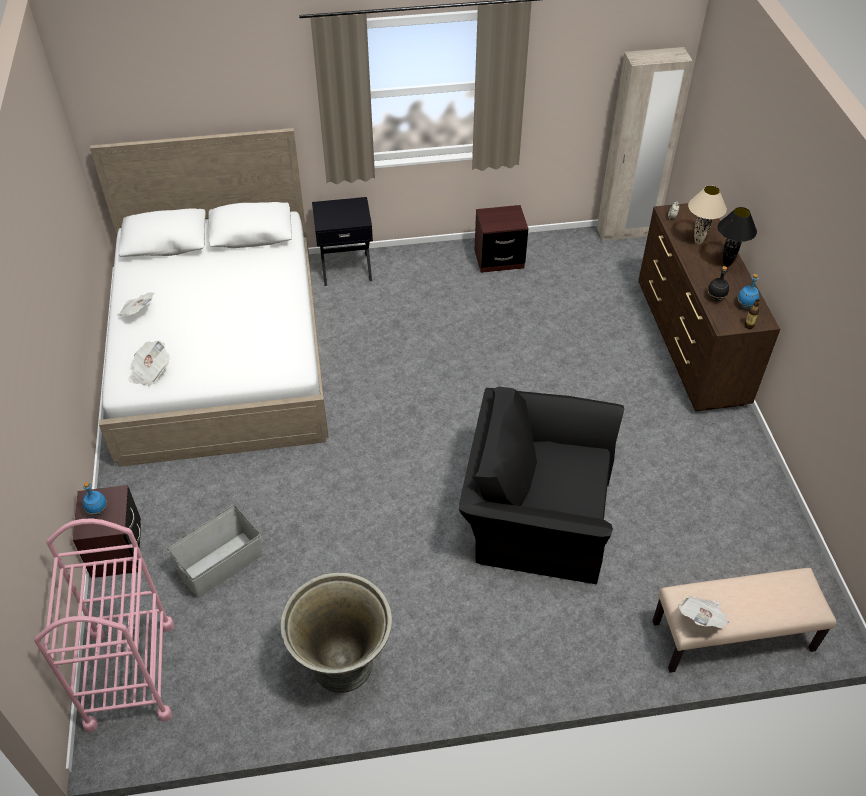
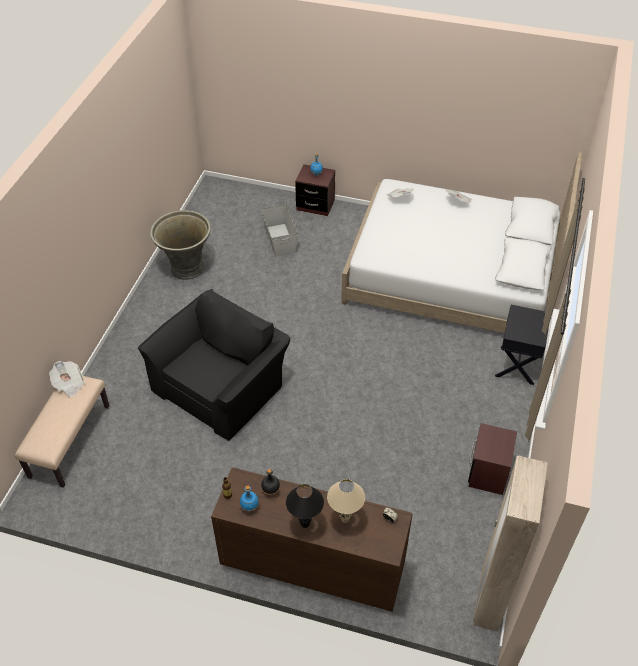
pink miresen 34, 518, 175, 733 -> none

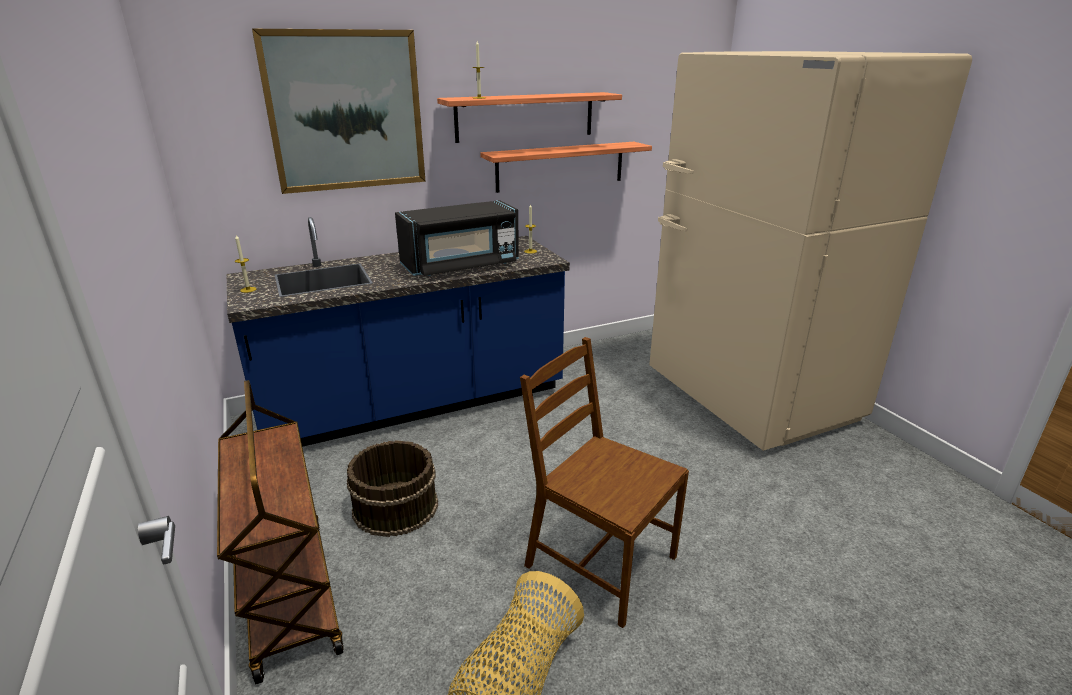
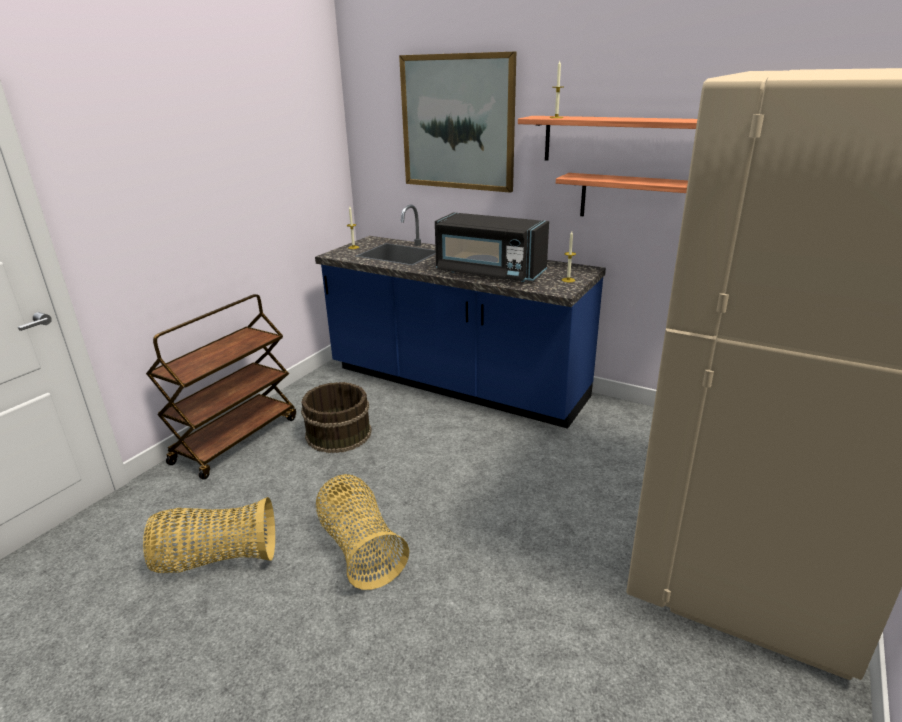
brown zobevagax 520, 337, 689, 628 -> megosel 316, 474, 409, 590

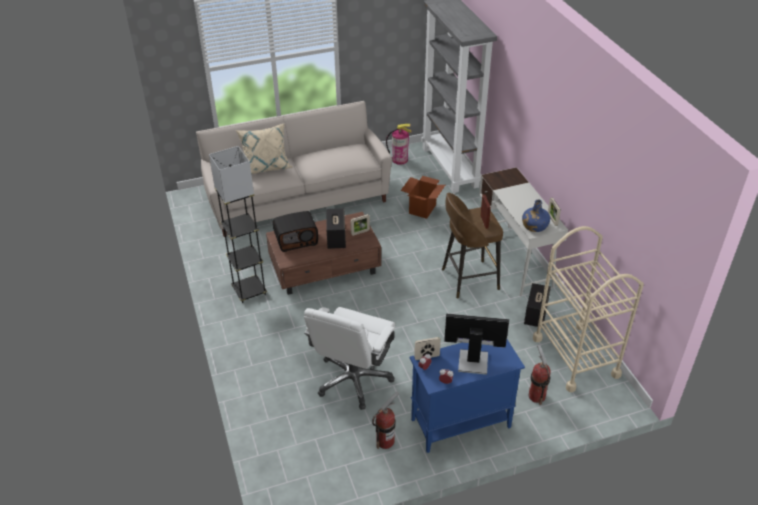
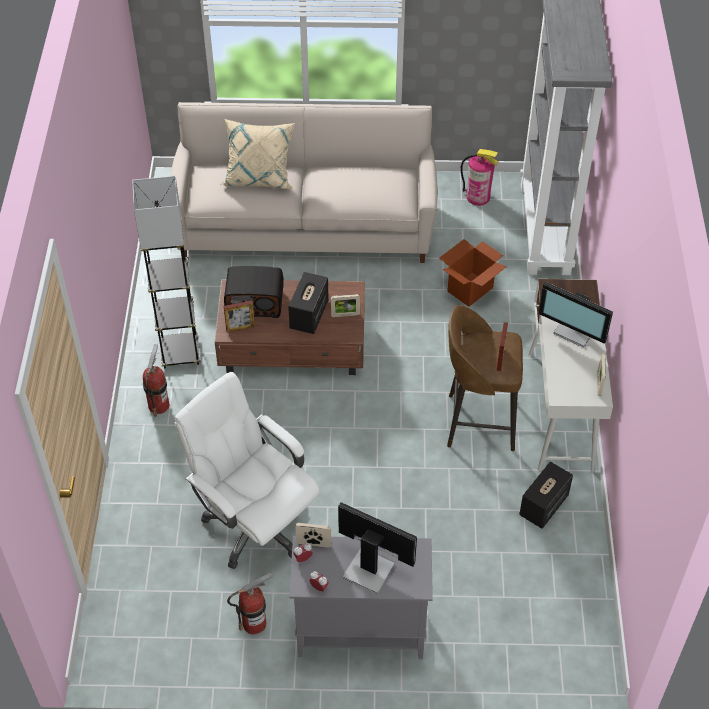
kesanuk 529, 345, 551, 405 -> kesanuk 143, 344, 169, 417, relocated
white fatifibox 304, 307, 395, 410 -> white fatifibox 174, 372, 320, 569, 90 degrees clockwise
none -> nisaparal 224, 301, 255, 333
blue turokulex 410, 339, 525, 453 -> grey turokulex 289, 536, 433, 659
none -> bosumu 538, 282, 613, 348
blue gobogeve 522, 199, 550, 232 -> none
beige miresen 533, 226, 644, 392 -> none

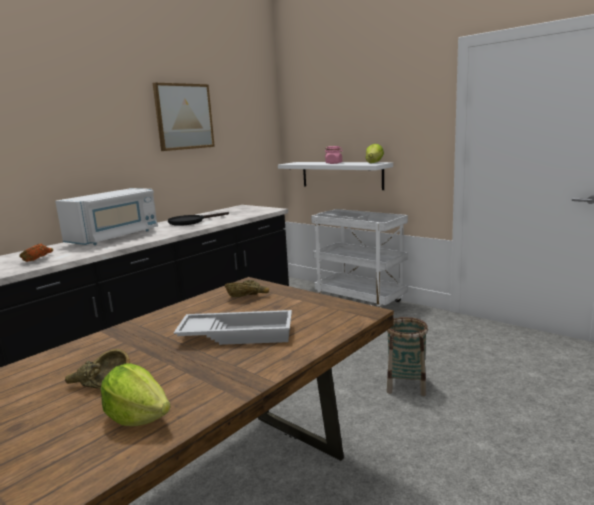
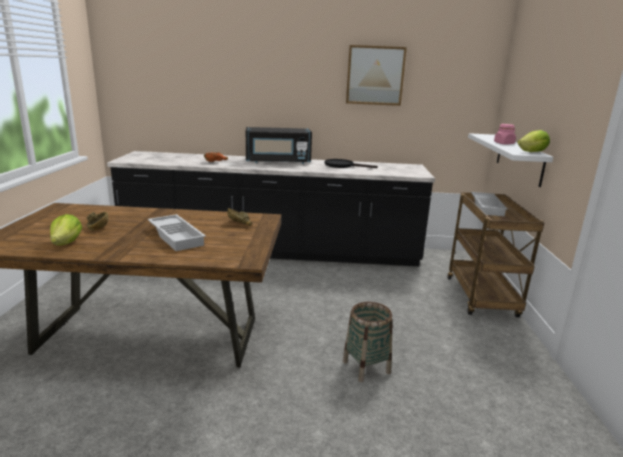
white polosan 55, 188, 158, 245 -> black polosan 246, 127, 312, 164
white miresen 311, 209, 408, 307 -> brown miresen 447, 192, 544, 317

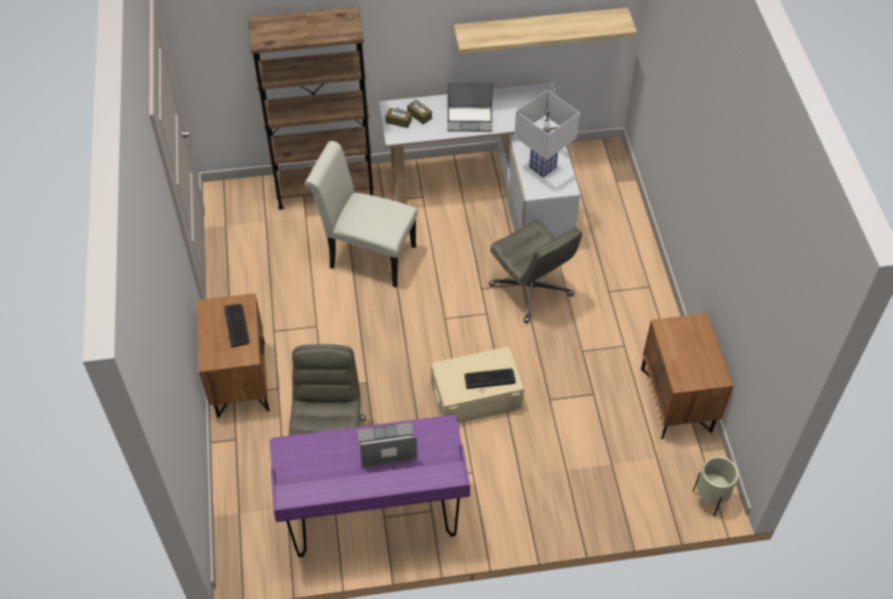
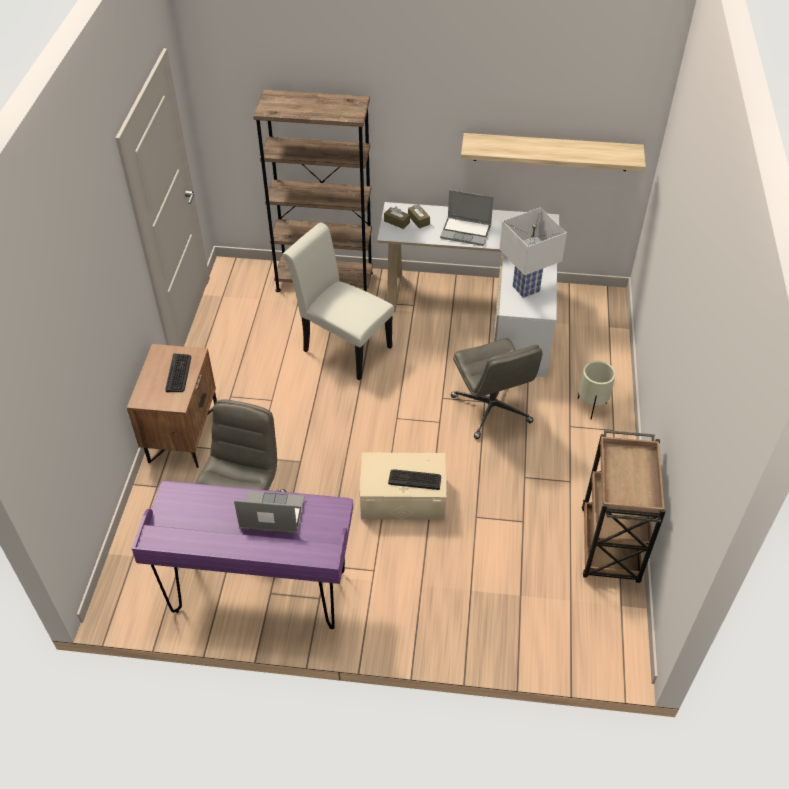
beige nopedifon 693, 456, 739, 516 -> beige nopedifon 578, 361, 616, 420, relocated
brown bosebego 641, 313, 733, 439 -> brown miresen 582, 430, 666, 583

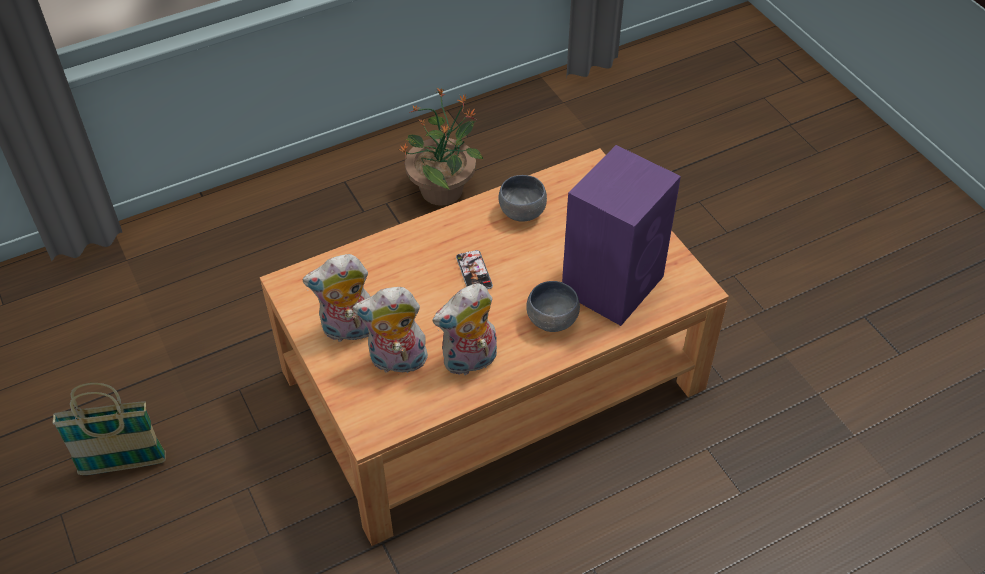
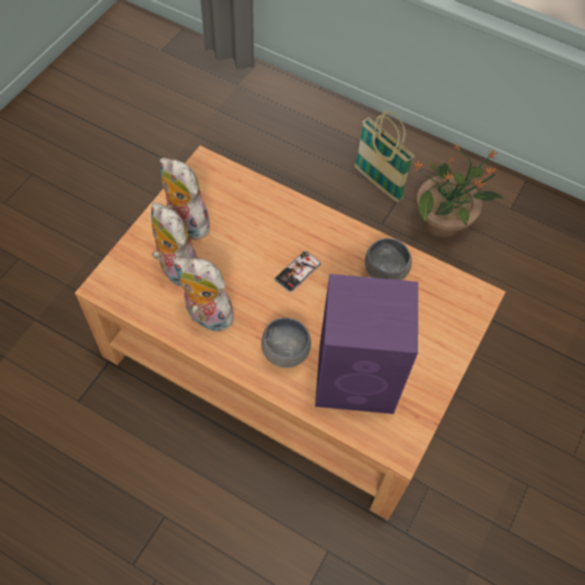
megosel 53, 383, 166, 475 -> megosel 355, 111, 414, 202, relocated

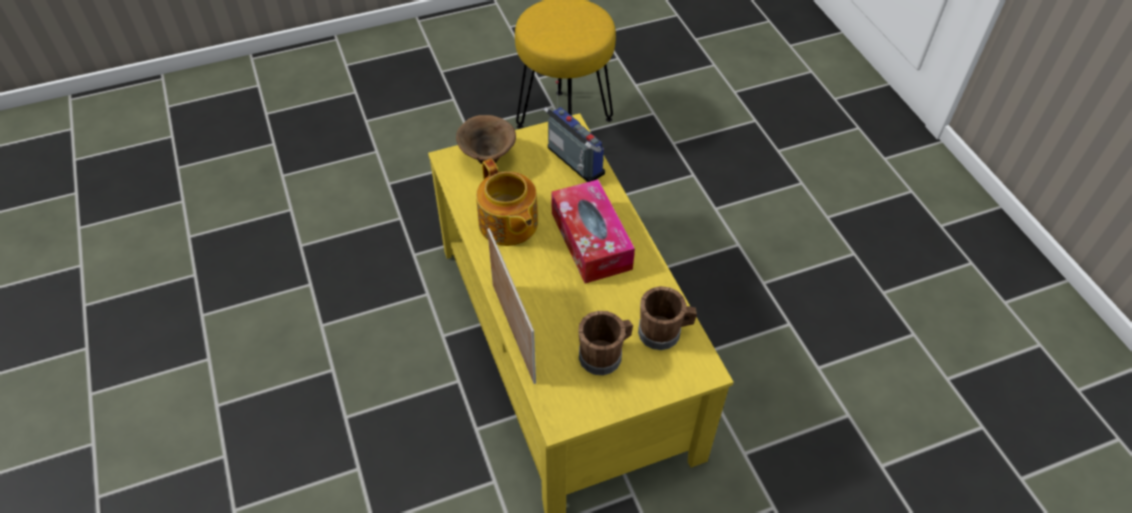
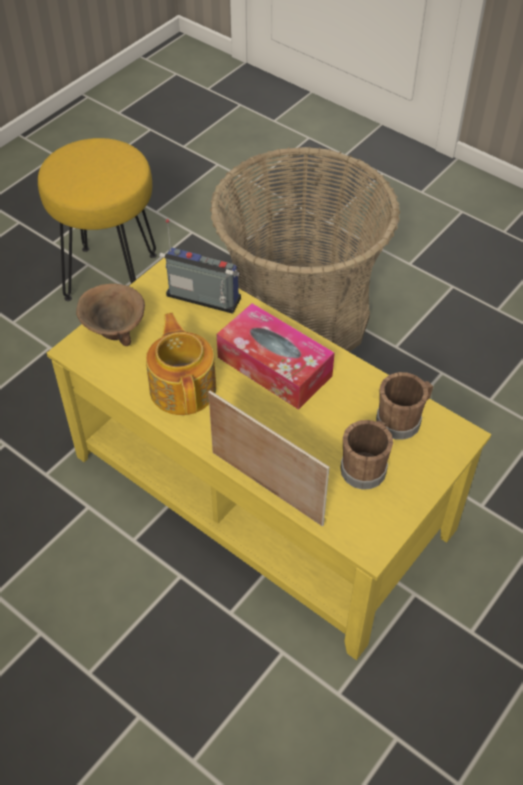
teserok 476, 159, 538, 246 -> teserok 146, 313, 216, 415, 135 degrees counterclockwise
none -> megosel 210, 147, 400, 352

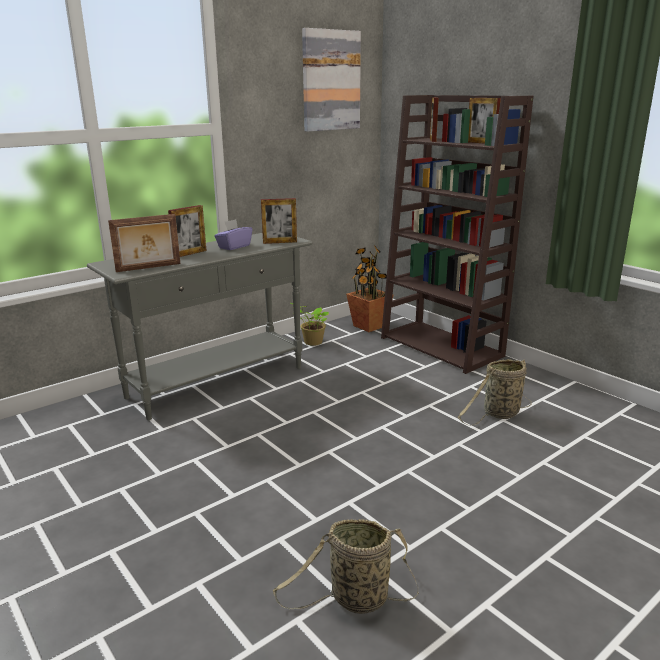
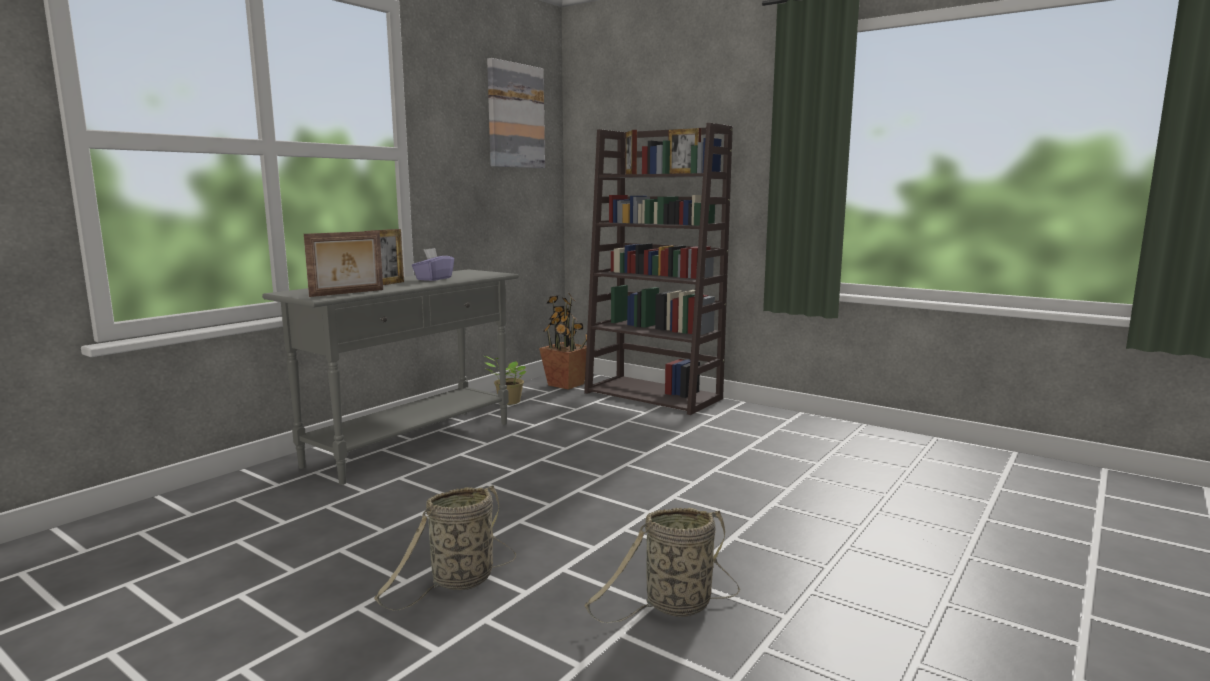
megosel 458, 359, 532, 425 -> megosel 374, 485, 517, 611, relocated
nisaparal 261, 198, 297, 244 -> none

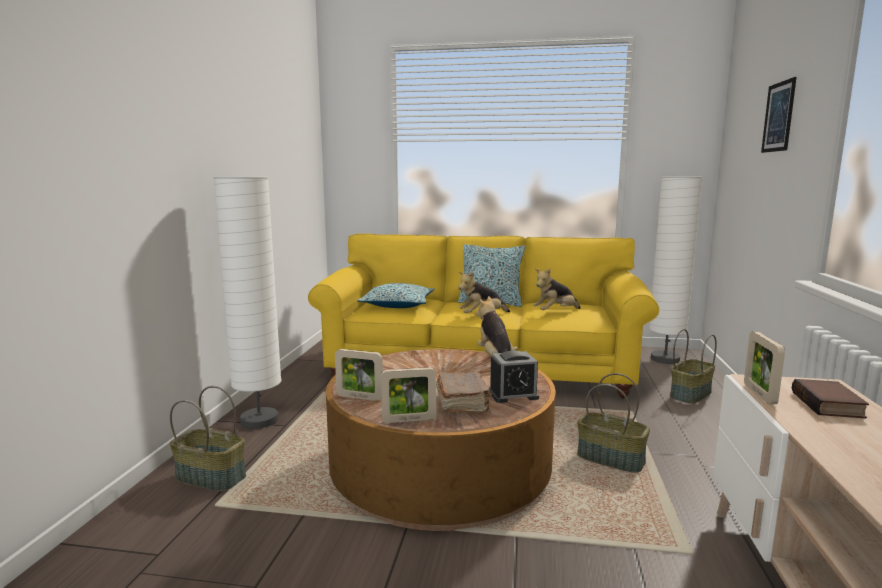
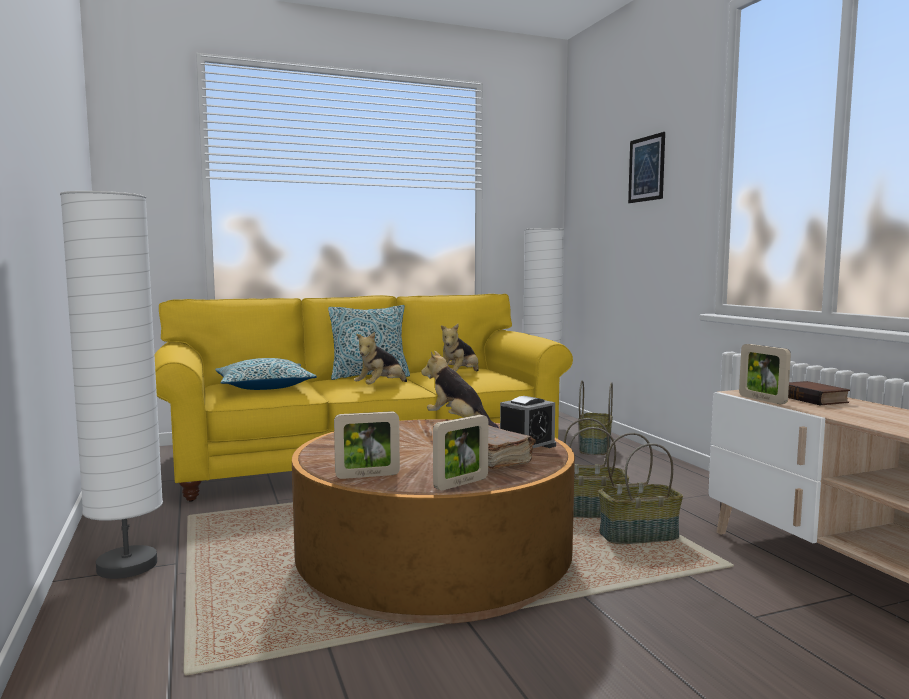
megosel 170, 386, 246, 492 -> megosel 599, 433, 683, 544, relocated

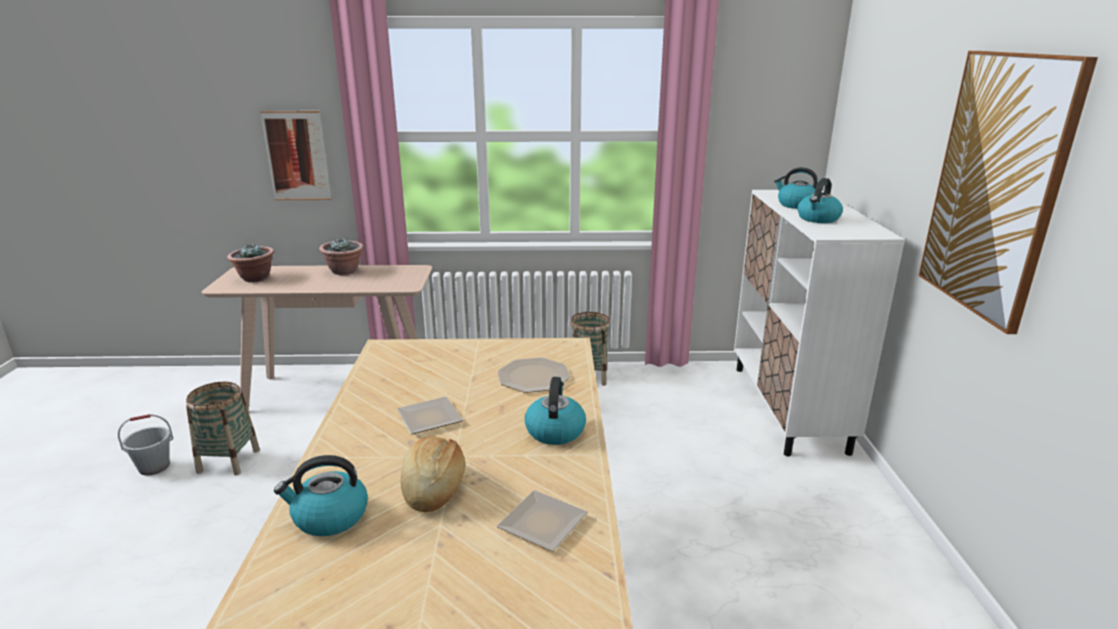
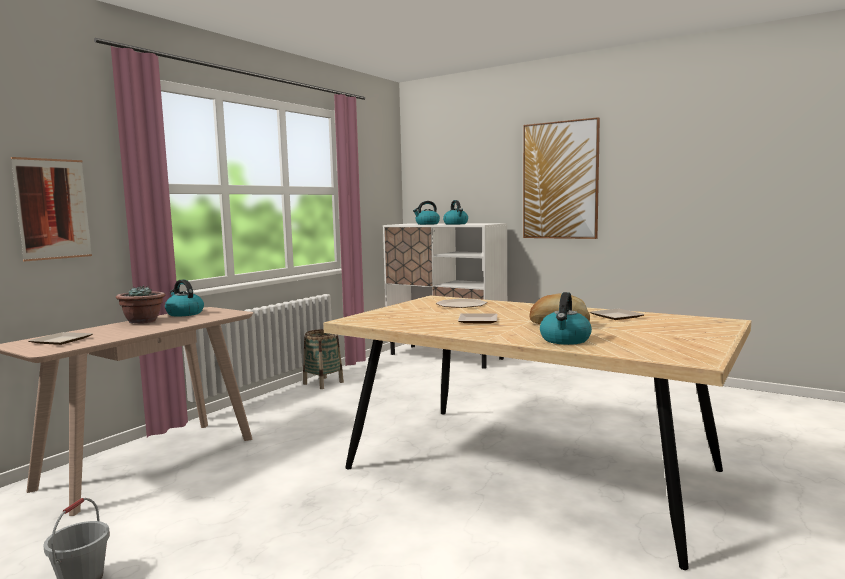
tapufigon 227, 243, 274, 282 -> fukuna 29, 332, 93, 345
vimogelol 525, 377, 586, 445 -> vimogelol 165, 279, 204, 317, relocated
megosel 186, 382, 260, 475 -> none

